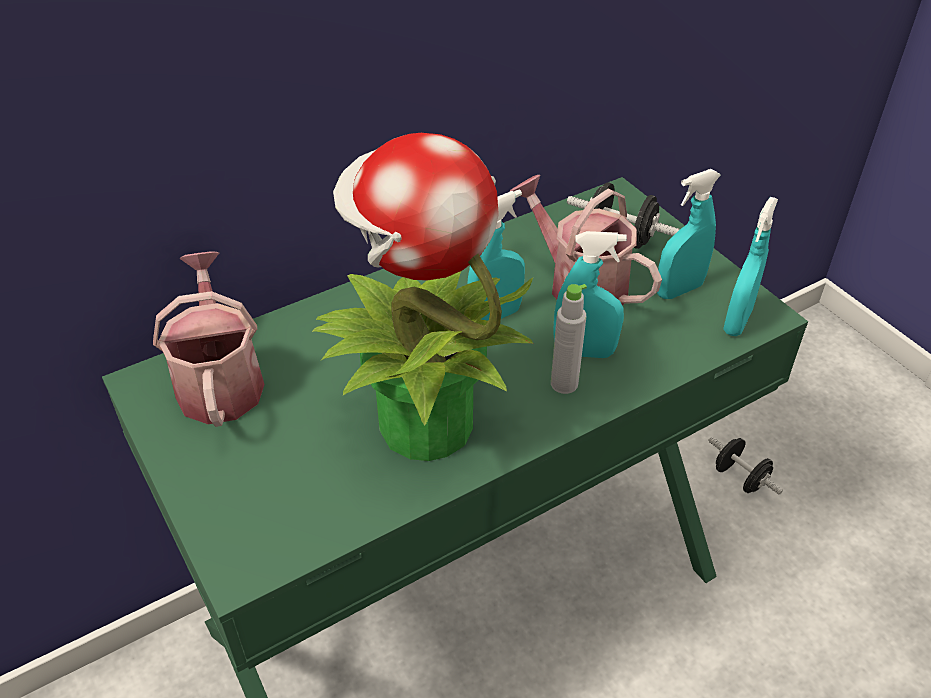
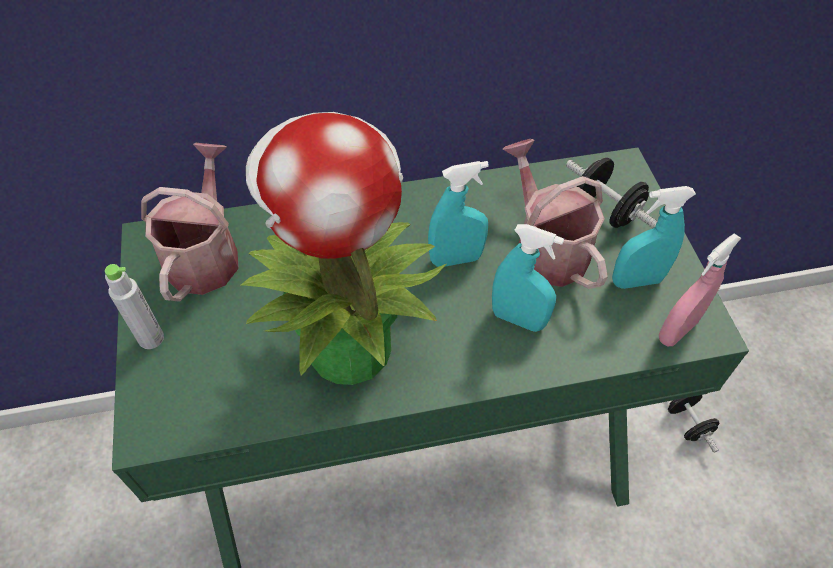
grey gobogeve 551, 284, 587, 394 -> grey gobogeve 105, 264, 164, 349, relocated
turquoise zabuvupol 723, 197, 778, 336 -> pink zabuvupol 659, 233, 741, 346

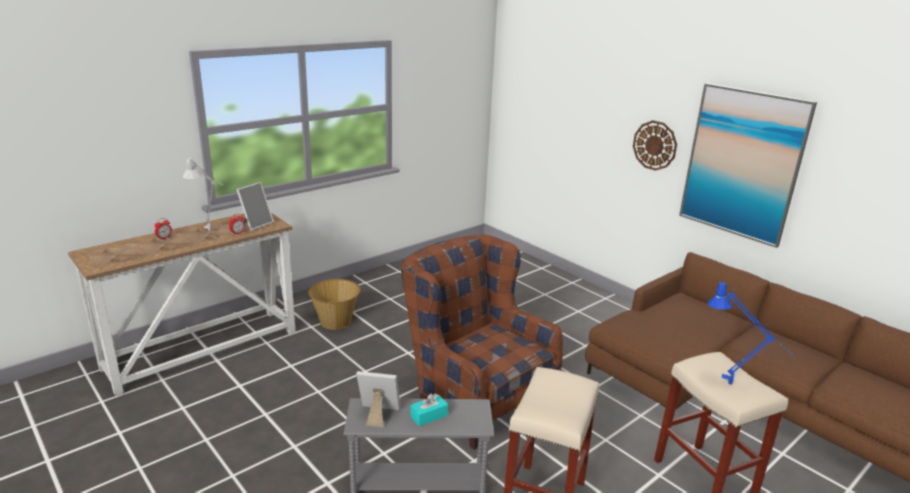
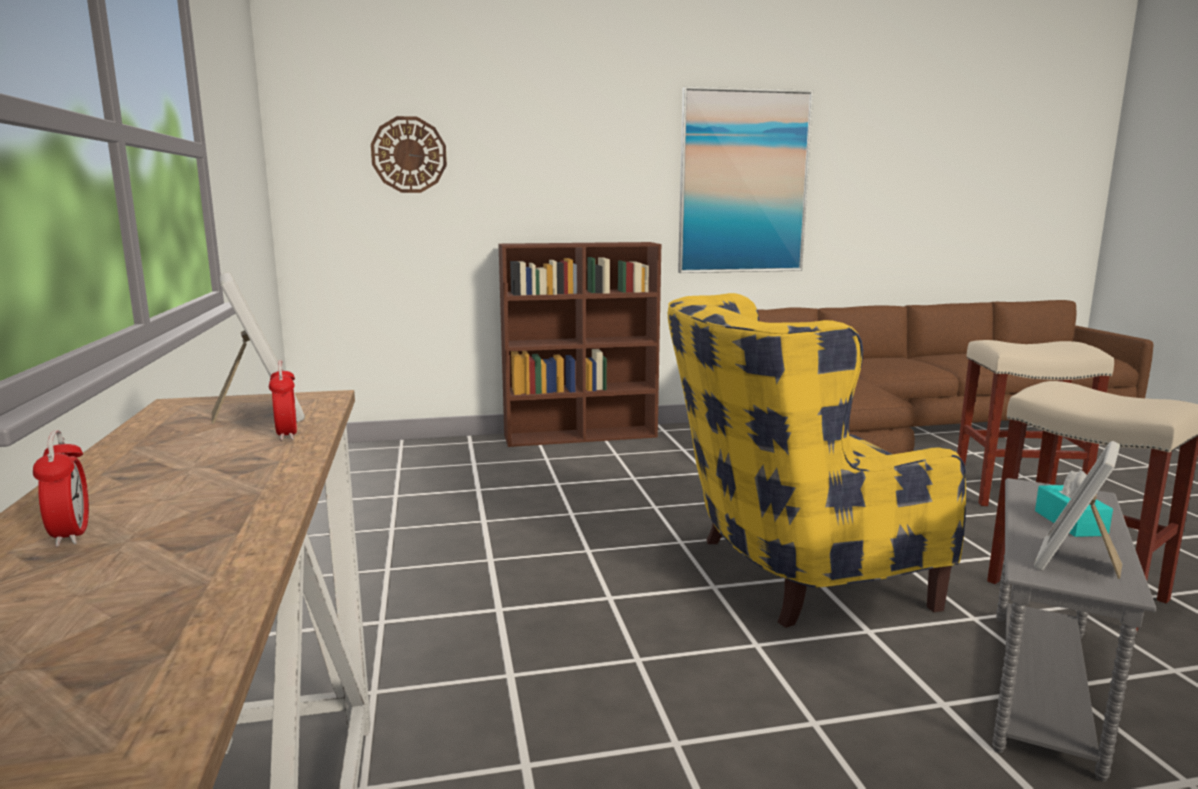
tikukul 633, 120, 677, 171 -> tikukul 371, 116, 447, 193, relocated
none -> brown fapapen 498, 242, 661, 447
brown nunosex 401, 235, 563, 449 -> yellow nunosex 668, 293, 966, 628
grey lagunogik 183, 158, 223, 230 -> none
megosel 308, 279, 361, 330 -> none
blue lagunogik 707, 282, 796, 384 -> none

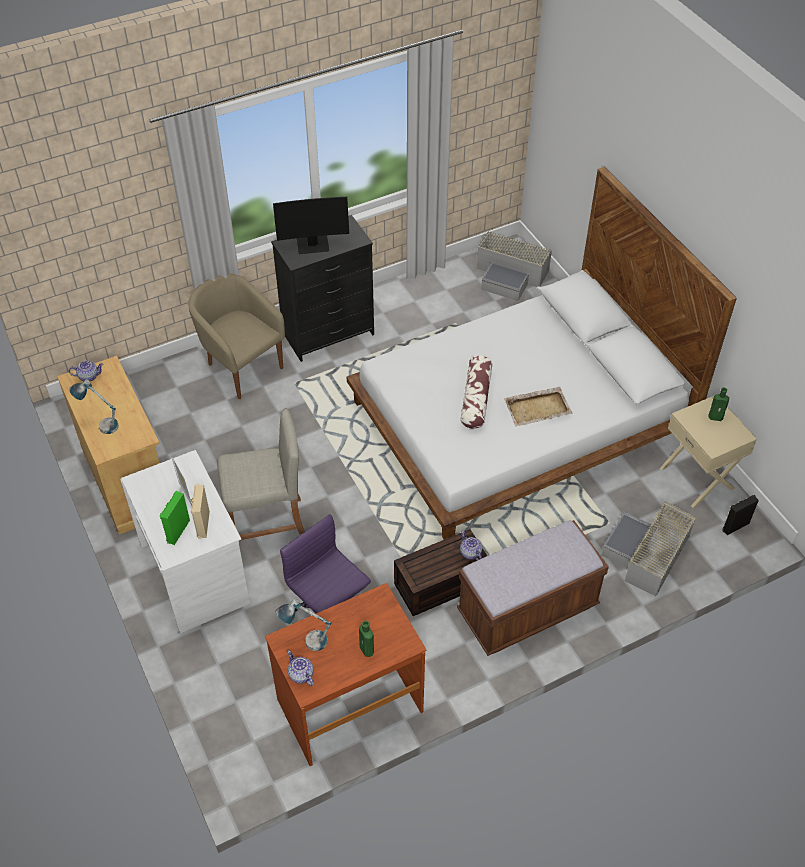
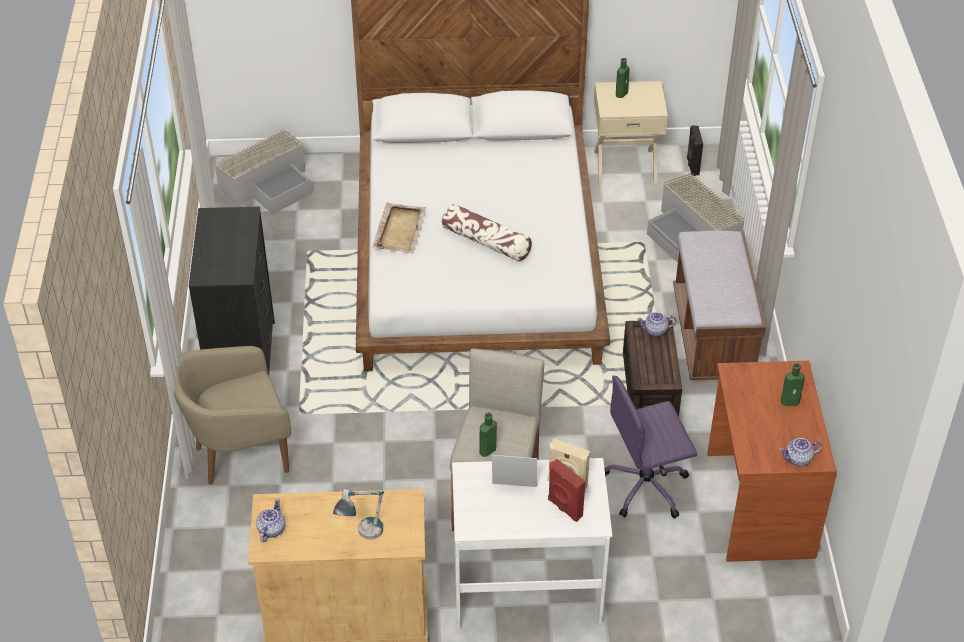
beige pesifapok 504, 387, 572, 427 -> beige pesifapok 372, 203, 426, 254, relocated
none -> green gobogeve 479, 413, 497, 457
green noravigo 160, 491, 190, 545 -> red noravigo 548, 459, 585, 522
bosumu 273, 197, 349, 254 -> none
lagunogik 276, 599, 331, 651 -> none

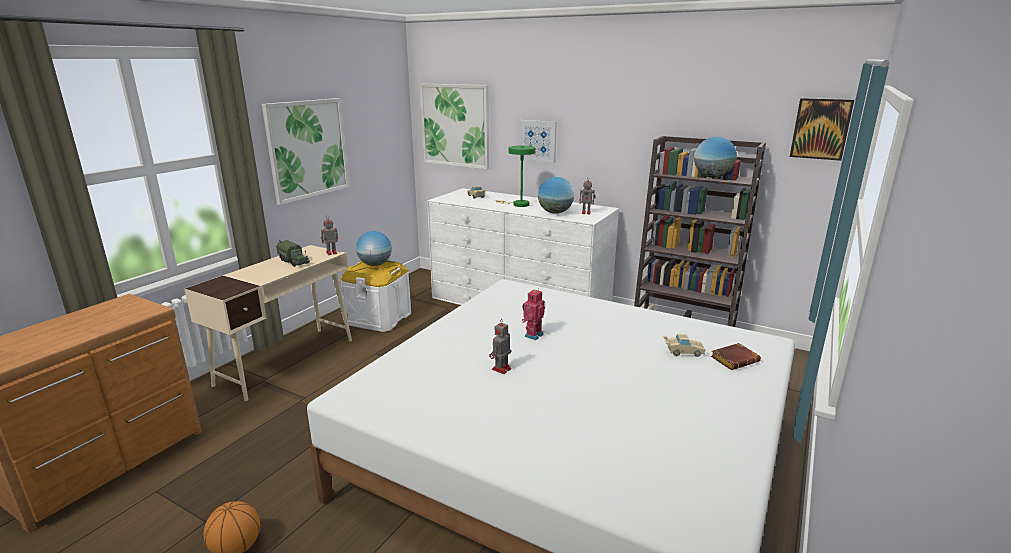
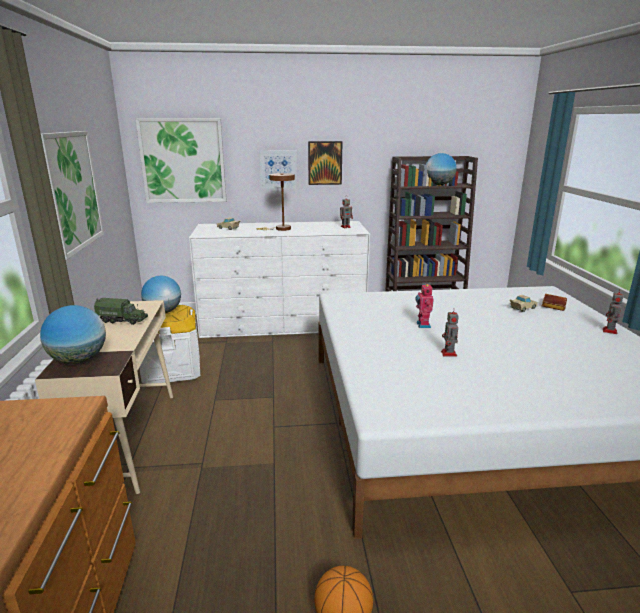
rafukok 538, 177, 574, 214 -> rafukok 40, 305, 106, 364, relocated
green lagunogik 495, 146, 536, 207 -> brown lagunogik 256, 173, 295, 231
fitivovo 790, 98, 854, 161 -> fitivovo 308, 141, 342, 185, relocated
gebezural 321, 216, 338, 255 -> gebezural 603, 290, 623, 334, relocated

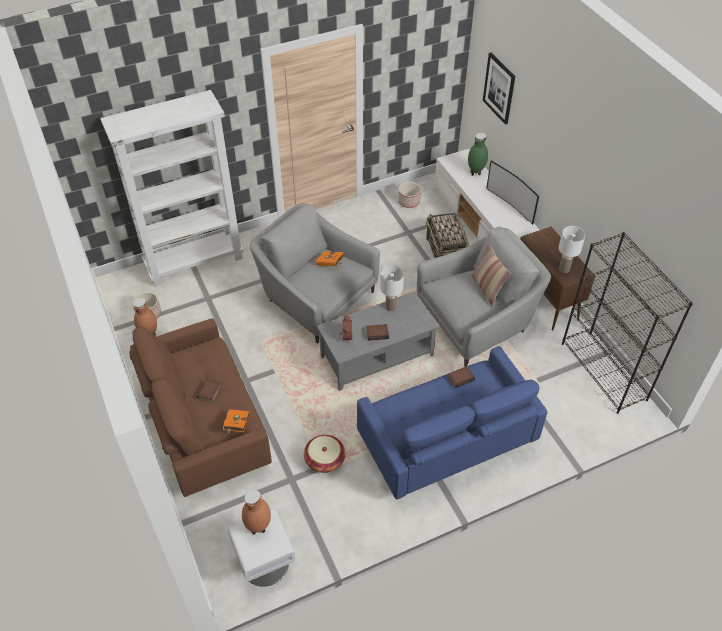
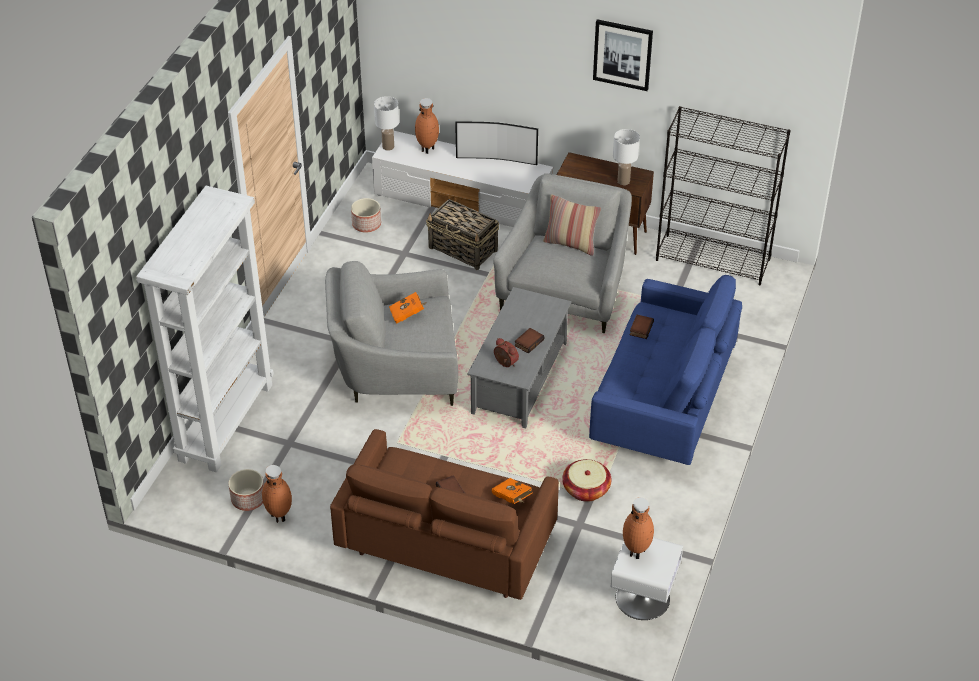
white lagunogik 380, 265, 404, 311 -> white lagunogik 374, 96, 399, 151, relocated
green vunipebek 468, 133, 488, 176 -> brown vunipebek 415, 98, 439, 154
fitivovo 483, 53, 515, 125 -> fitivovo 593, 19, 653, 91, relocated

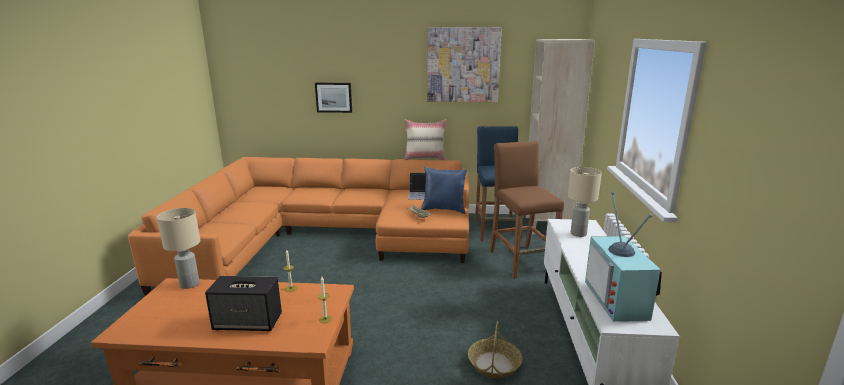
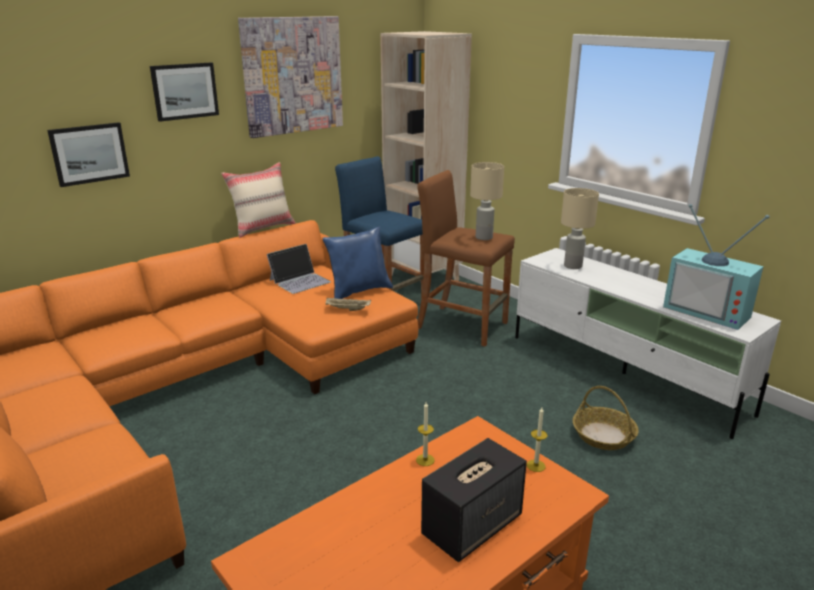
none -> fitivovo 150, 63, 219, 122
beige lagunogik 157, 208, 200, 289 -> beige lagunogik 470, 162, 504, 240, relocated

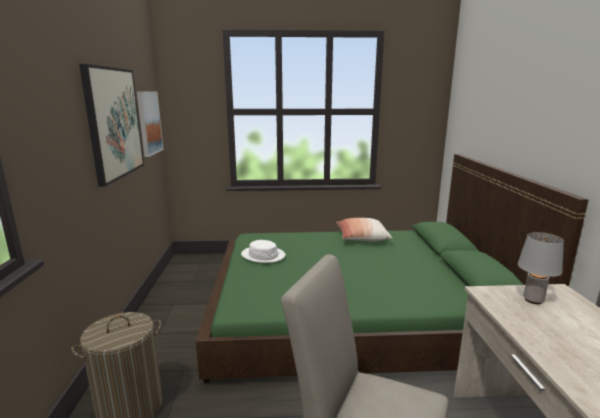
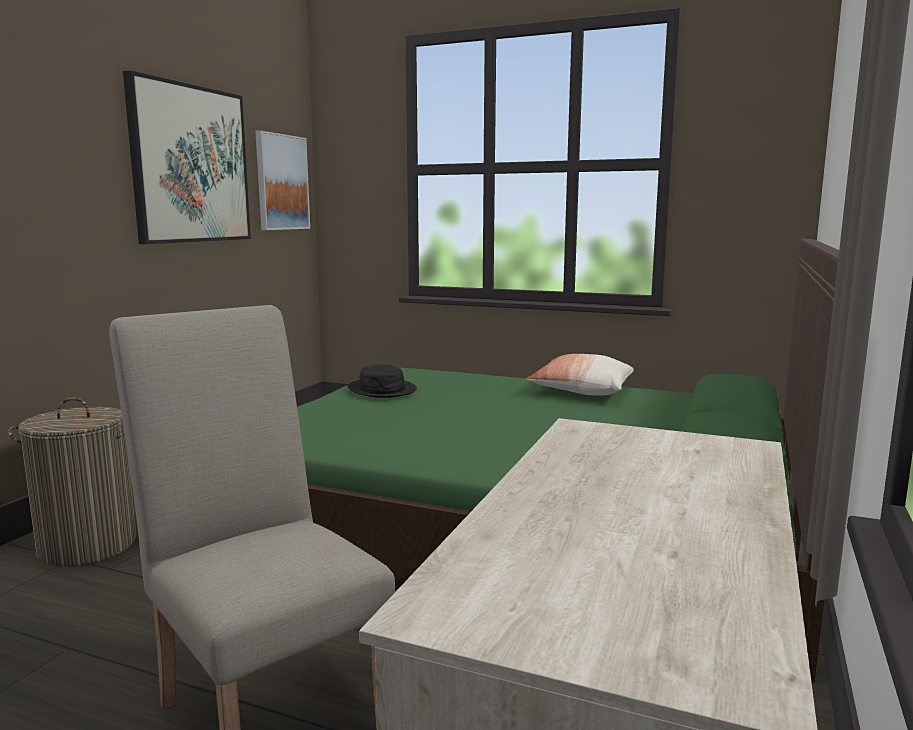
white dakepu 241, 240, 286, 263 -> black dakepu 348, 364, 417, 398
grey lagunogik 518, 232, 564, 304 -> none

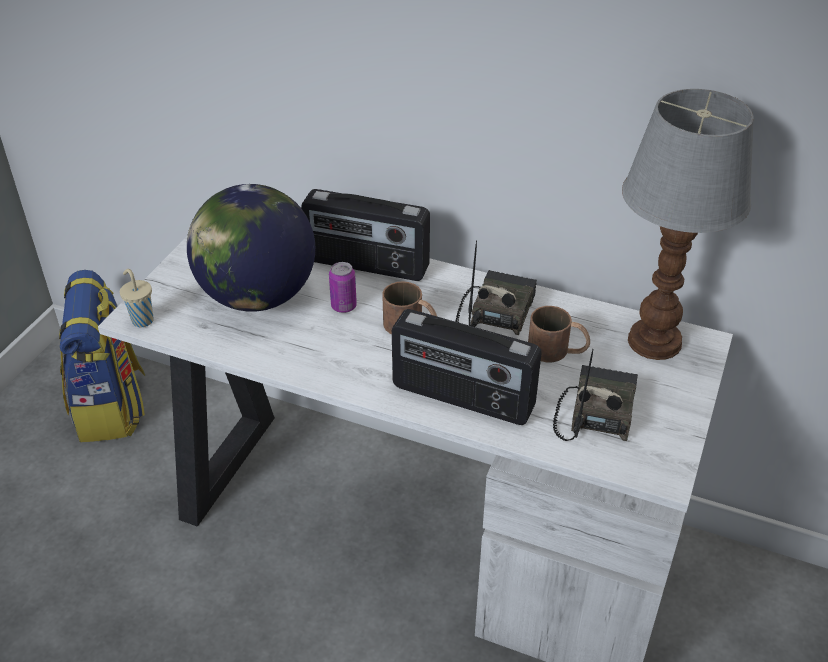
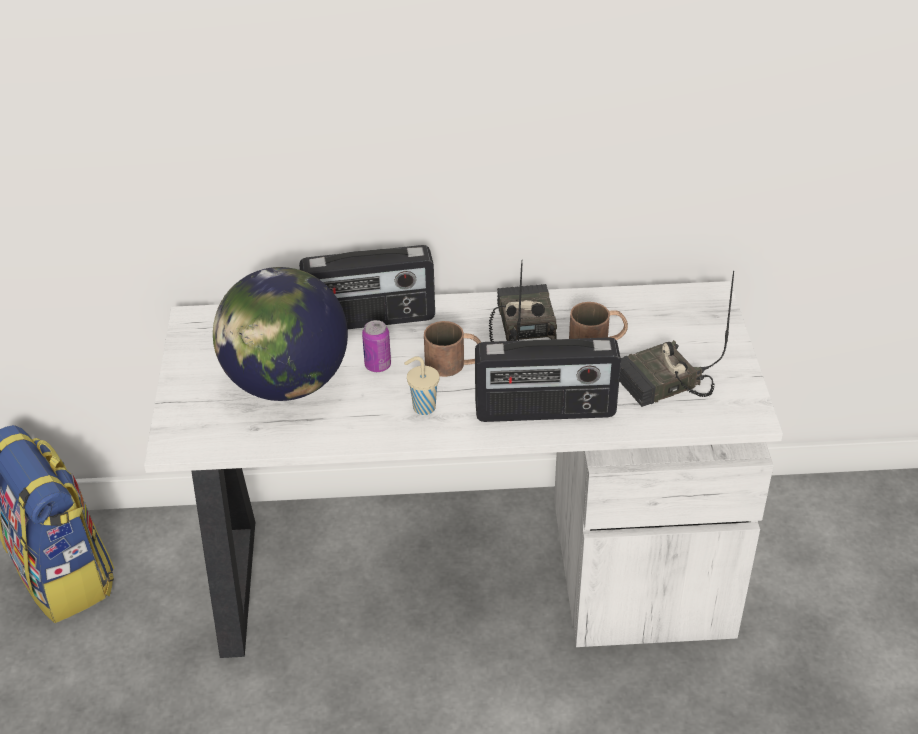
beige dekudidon 120, 269, 154, 328 -> beige dekudidon 404, 356, 440, 415, relocated
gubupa 553, 349, 638, 441 -> gubupa 619, 271, 734, 407, 105 degrees counterclockwise
lagunogik 622, 89, 754, 360 -> none

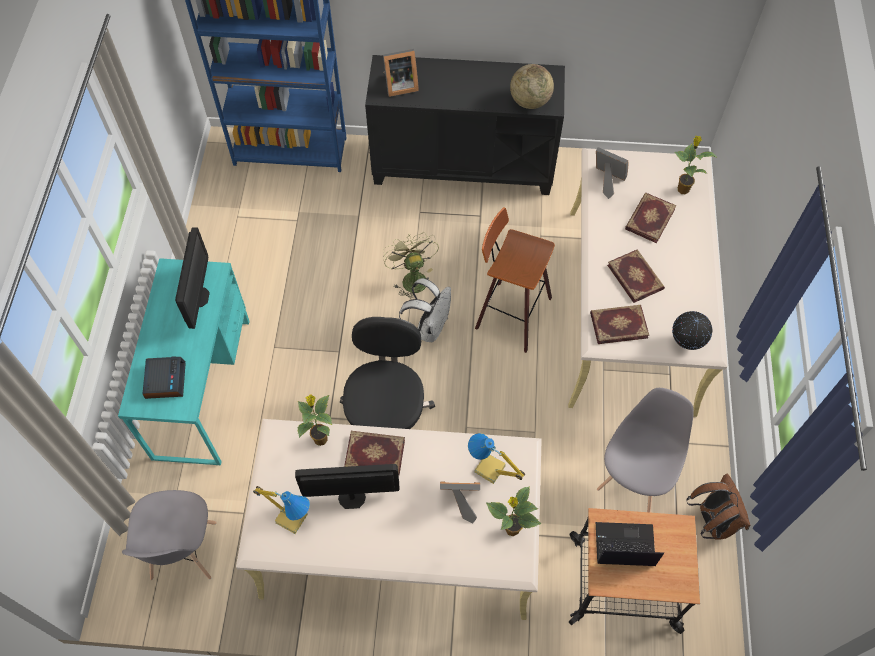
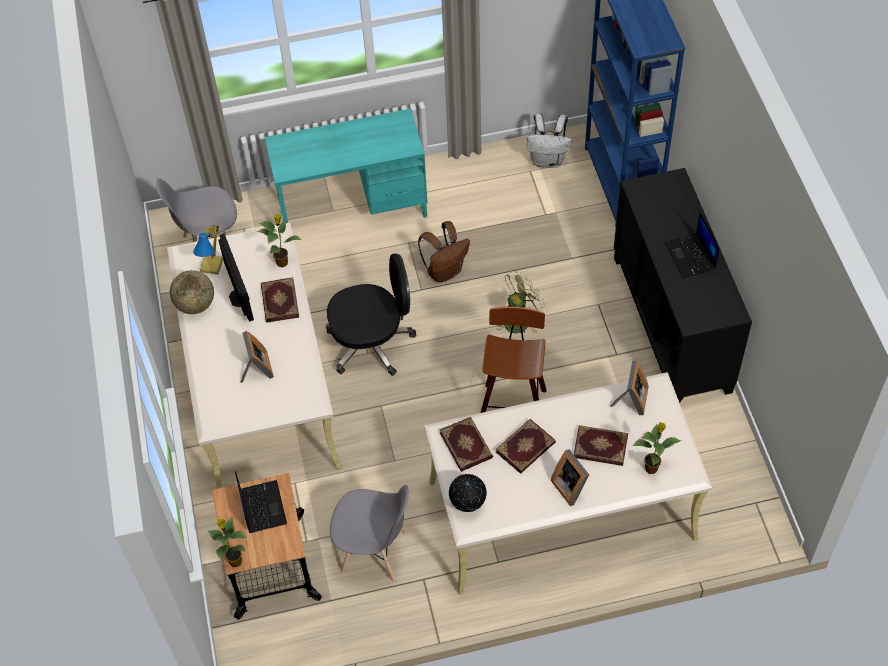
rafukok 510, 64, 554, 109 -> rafukok 170, 270, 214, 314, relocated
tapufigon 486, 486, 542, 536 -> tapufigon 208, 517, 247, 567, relocated
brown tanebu 686, 473, 751, 540 -> brown tanebu 418, 221, 470, 283, relocated
white tanebu 399, 278, 451, 342 -> white tanebu 527, 113, 572, 168, relocated
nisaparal 383, 49, 419, 97 -> nisaparal 551, 449, 589, 506, relocated
none -> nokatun 665, 212, 720, 278
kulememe 142, 356, 186, 399 -> none
bosumu 175, 227, 210, 329 -> none
lagunogik 468, 433, 525, 484 -> none

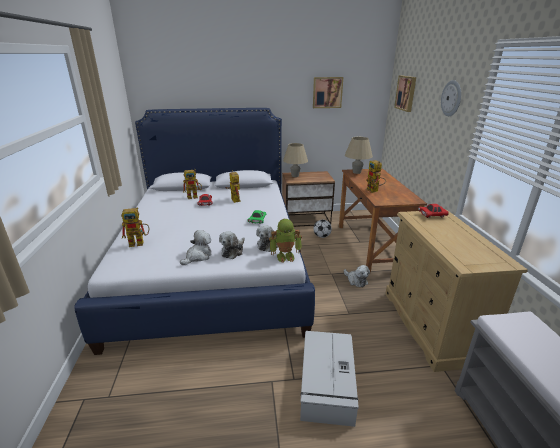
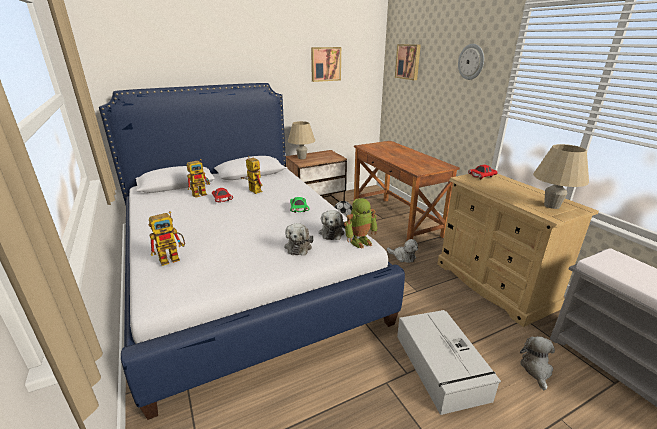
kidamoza 180, 230, 211, 265 -> kidamoza 520, 336, 555, 390, relocated
beige lagunogik 345, 137, 373, 174 -> beige lagunogik 533, 144, 589, 209, relocated
gebezural 366, 160, 386, 193 -> none

